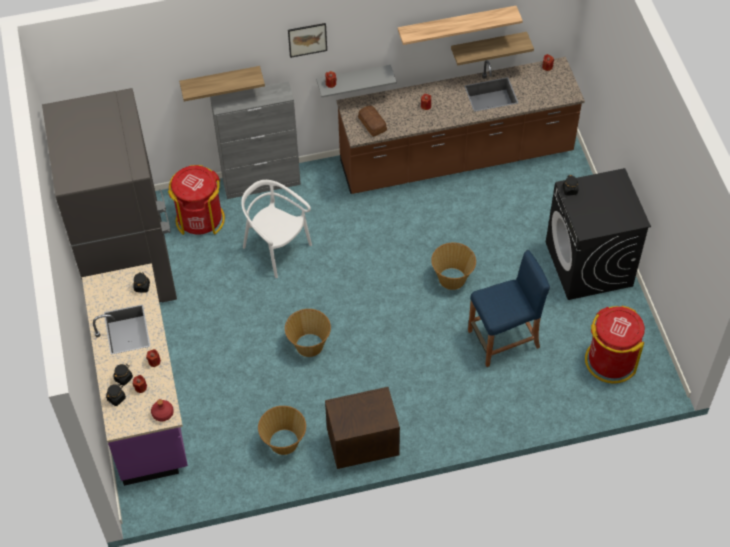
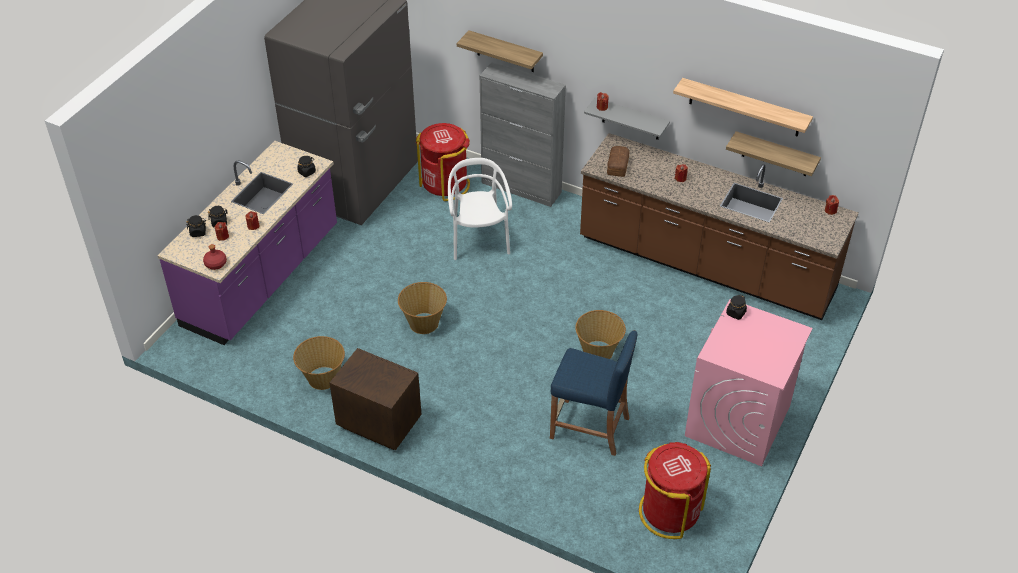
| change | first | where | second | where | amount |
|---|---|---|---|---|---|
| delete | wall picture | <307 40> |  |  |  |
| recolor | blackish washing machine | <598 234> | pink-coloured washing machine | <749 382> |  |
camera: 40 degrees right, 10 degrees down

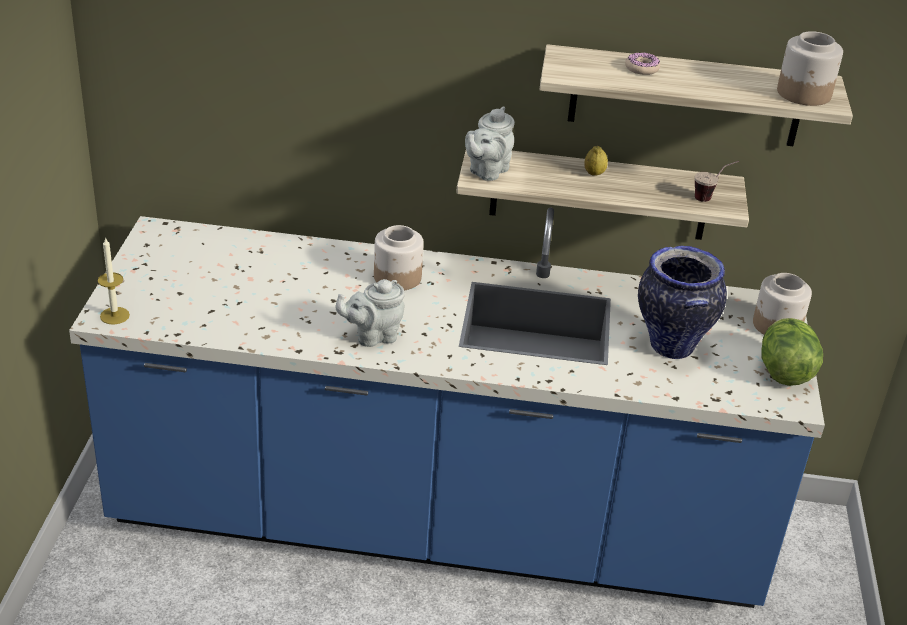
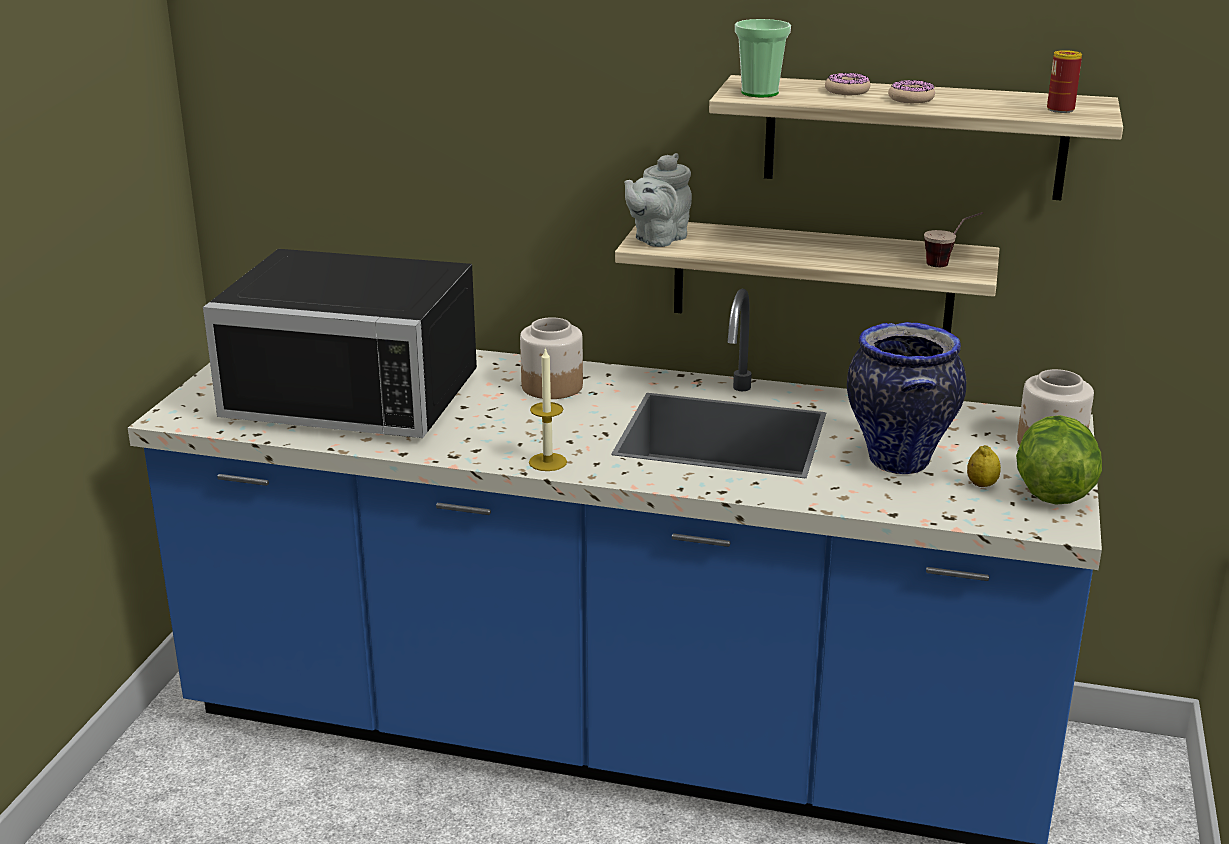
| change | first | where | second | where | amount |
|---|---|---|---|---|---|
| replace | storage jar | <810 68> | sealed can | <1064 81> |  |
| move | whole lemon | <596 161> |  | <984 466> |  |
| move | wax light | <114 280> |  | <548 409> |  |
| delete | greyish teapot | <370 313> |  |  |  |
| insert |  |  | drinking cup | <763 58> |  |
| insert |  |  | ring doughnut | <911 91> |  |
| insert |  |  | blackish microwave oven | <340 343> |  |
camera: 10 degrees right, 10 degrees down

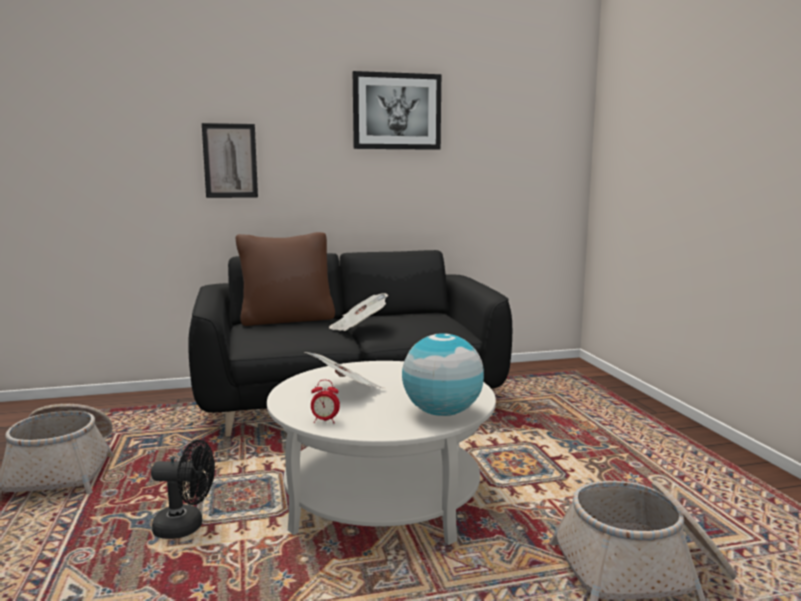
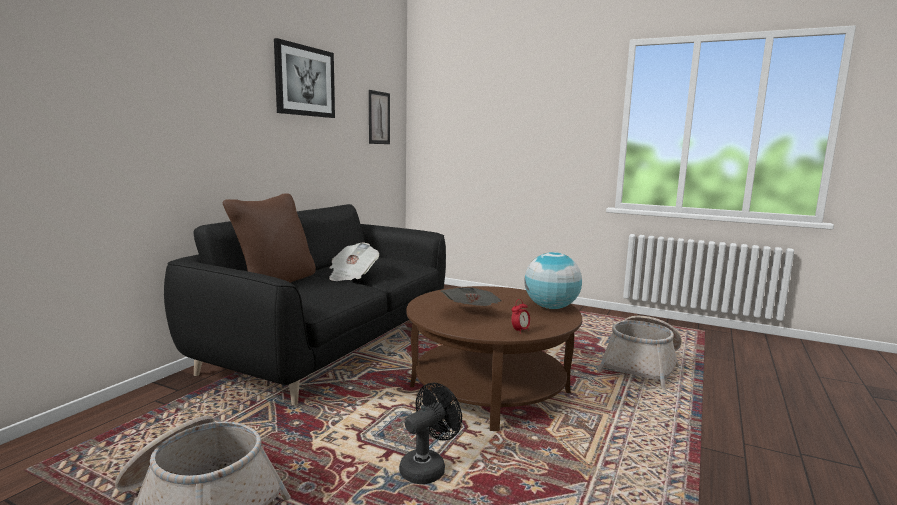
| change | first | where | second | where | amount |
|---|---|---|---|---|---|
| move | wall picture | <230 160> |  | <379 117> |  |
| recolor | whitish coffee table | <381 453> | brown coffee table | <494 358> |  |
camera: 50 degrees left, 0 degrees up

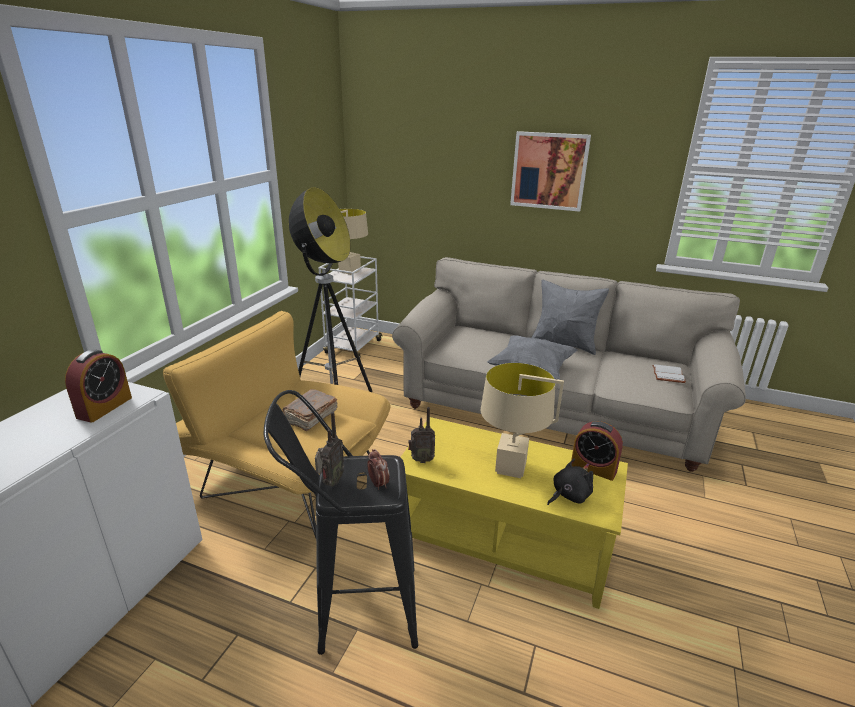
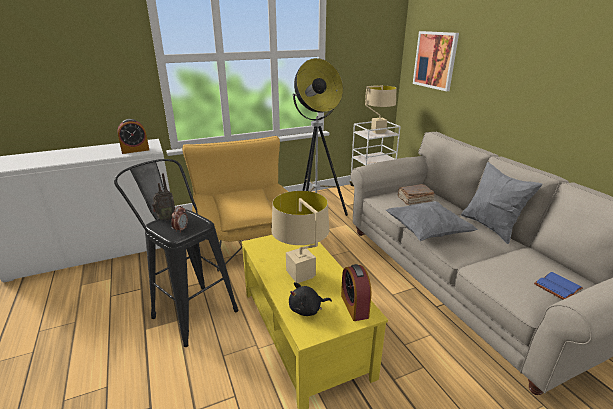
| change | first | where | second | where | amount |
|---|---|---|---|---|---|
| move | wall picture | <550 171> |  | <436 61> |  |
| recolor | whitish book | <669 373> | bluish book | <558 285> |  |
| move | brown book | <310 410> |  | <416 194> |  |
| delete | radio set | <421 435> |  |  |  |
| rotate | blackish cuddly toy | <570 481> |  | <310 299> | 150 degrees clockwise |
camera: 45 degrees right, 0 degrees up

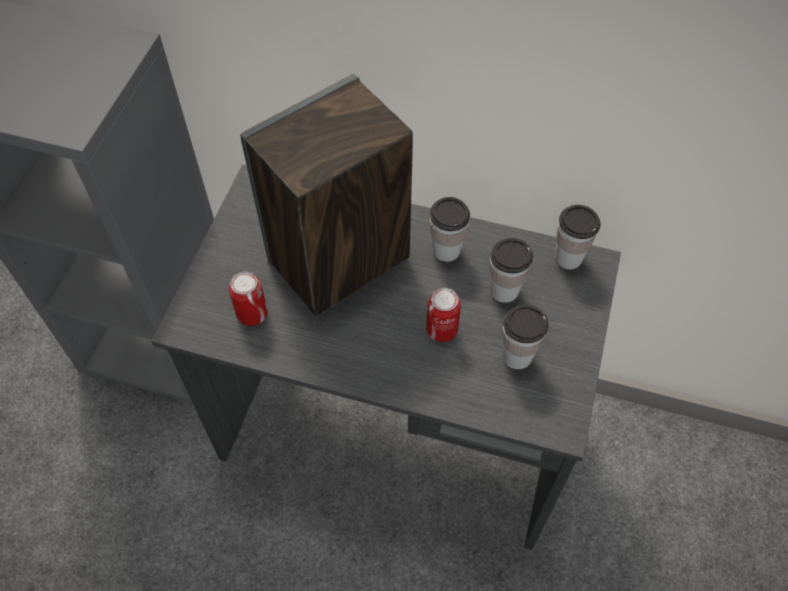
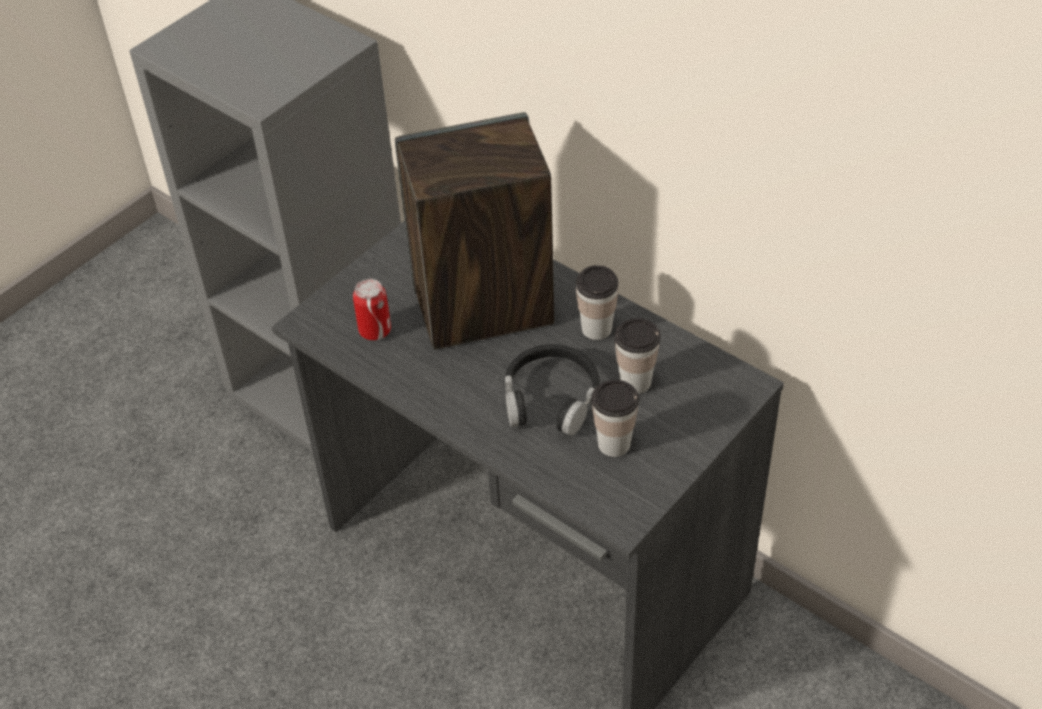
| change | first | where | second | where | amount |
|---|---|---|---|---|---|
| delete | drinking cup | <578 237> |  |  |  |
| replace | sealed can | <443 315> | blackish headset | <552 390> |  |
camera: 25 degrees right, 10 degrees down

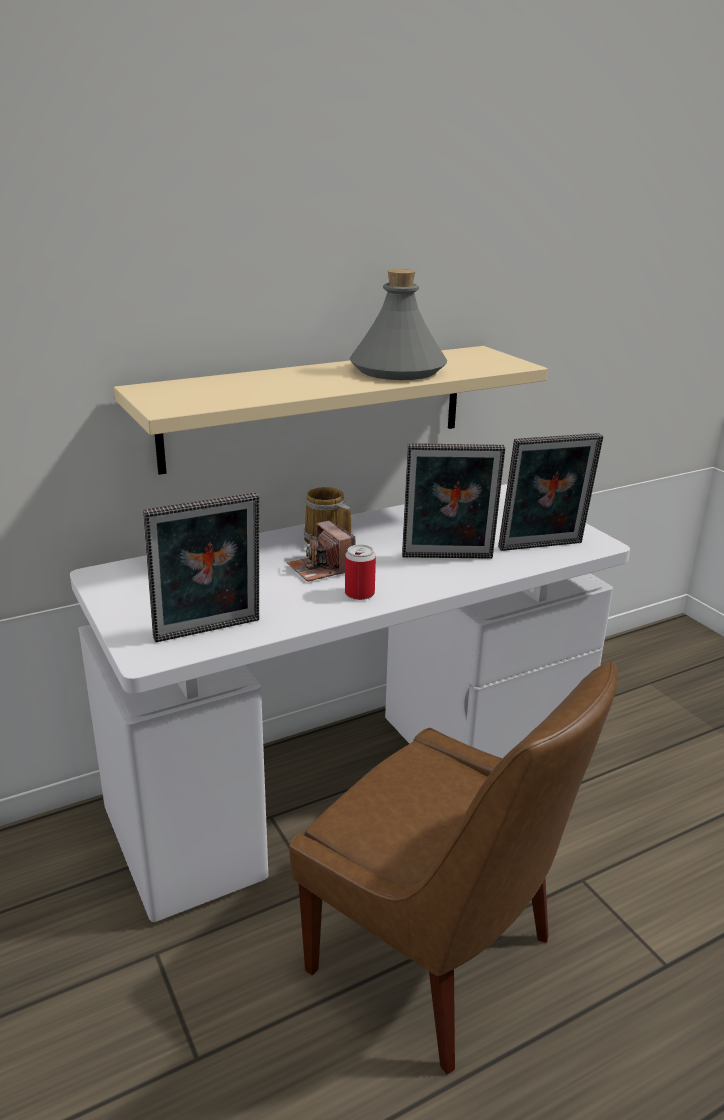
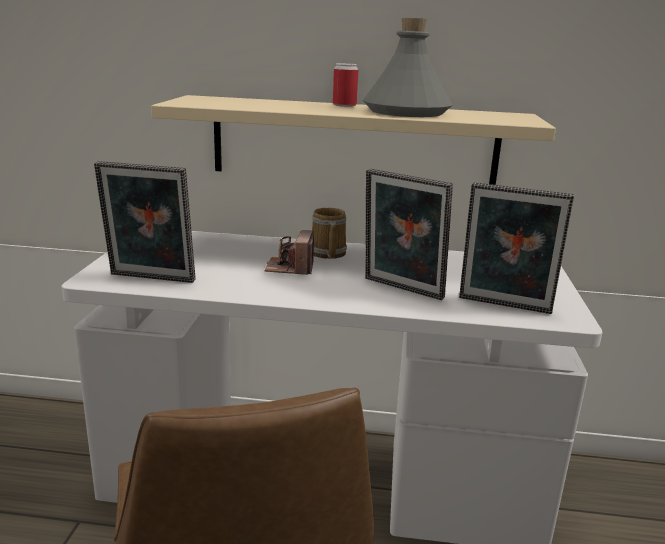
| change | first | where | second | where | amount |
|---|---|---|---|---|---|
| move | sealed can | <360 572> |  | <345 85> |  |
camera: 35 degrees right, 5 degrees down

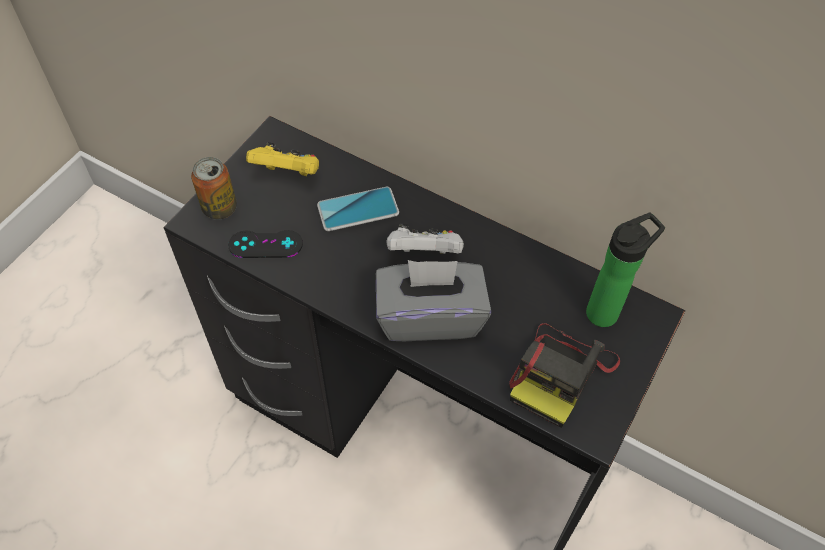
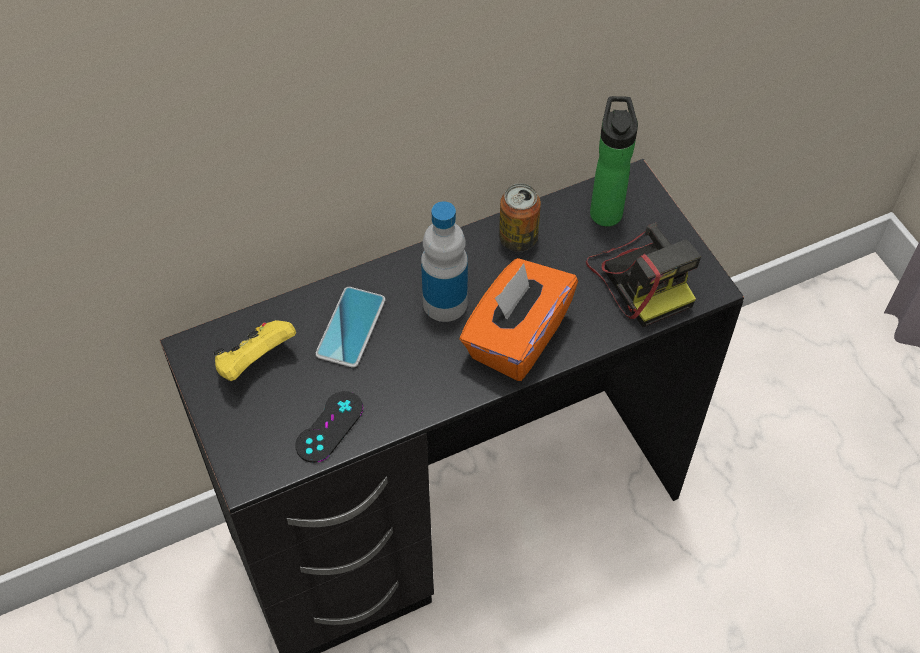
| change | first | where | second | where | amount |
|---|---|---|---|---|---|
| move | sealed can | <214 188> |  | <520 217> |  |
| replace | whitish game controller | <425 239> | bottle | <444 261> |  |
| recolor | greyish box of tissues | <433 300> | orange-coloured box of tissues | <519 319> |  |
camera: 55 degrees left, 0 degrees up

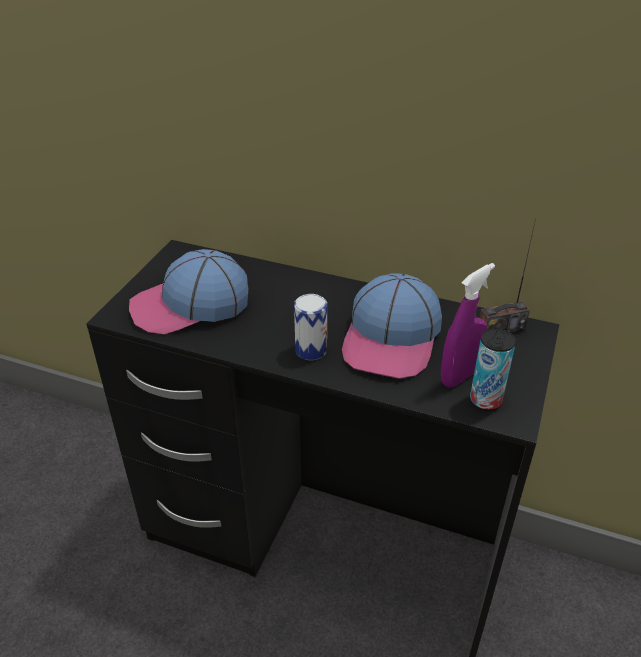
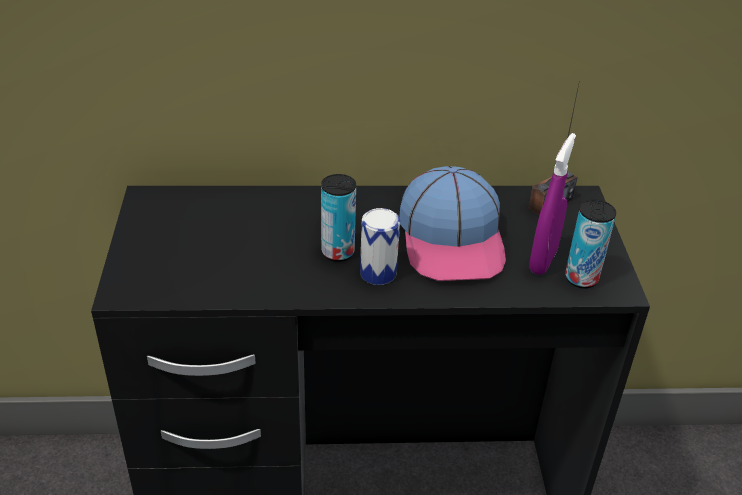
| change | first | where | second | where | amount |
|---|---|---|---|---|---|
| delete | cap | <188 291> |  |  |  |
| insert |  |  | sealed can | <338 218> |  |
camera: 25 degrees left, 0 degrees up

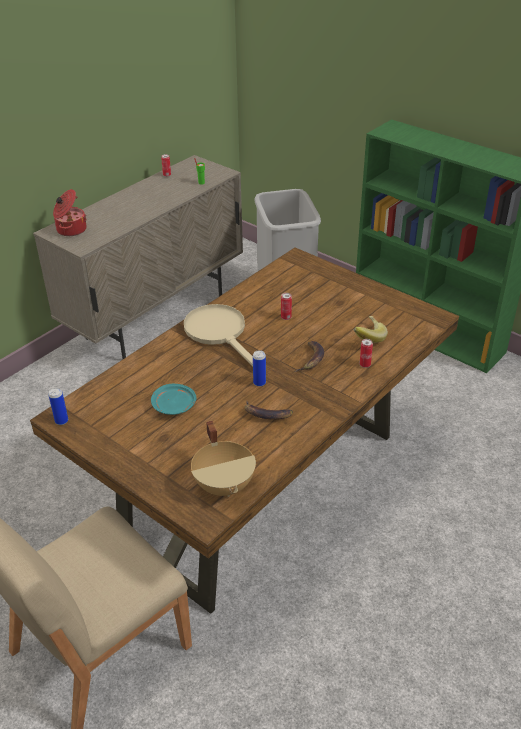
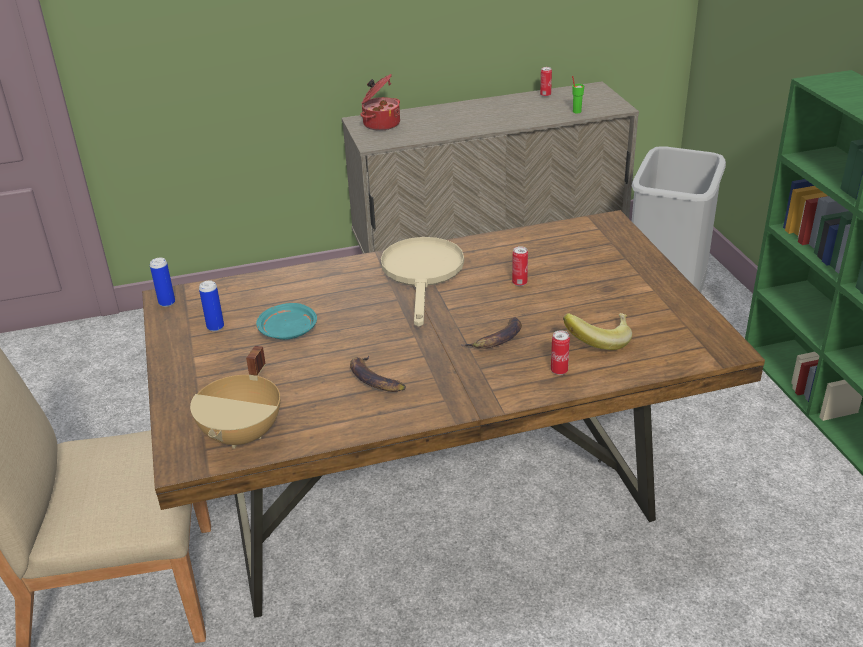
| change | first | where | second | where | amount |
|---|---|---|---|---|---|
| move | sealed can | <259 368> |  | <211 306> |  |
camera: 35 degrees right, 5 degrees down

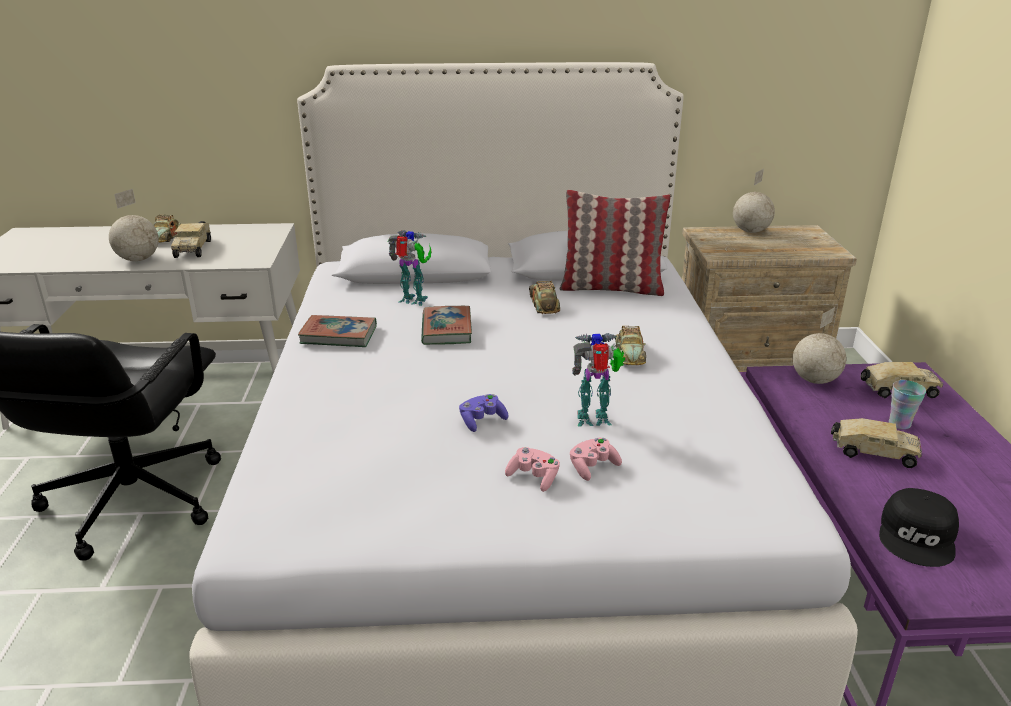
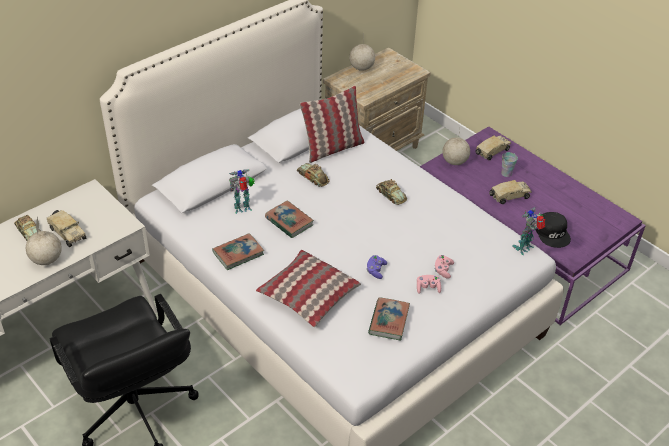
| change | first | where | second | where | amount |
|---|---|---|---|---|---|
| move | toy robot | <598 380> |  | <528 231> |  |
| insert |  |  | throw pillow | <308 288> |  |
| insert |  |  | book | <389 318> |  |
camera: 40 degrees left, 15 degrees up

